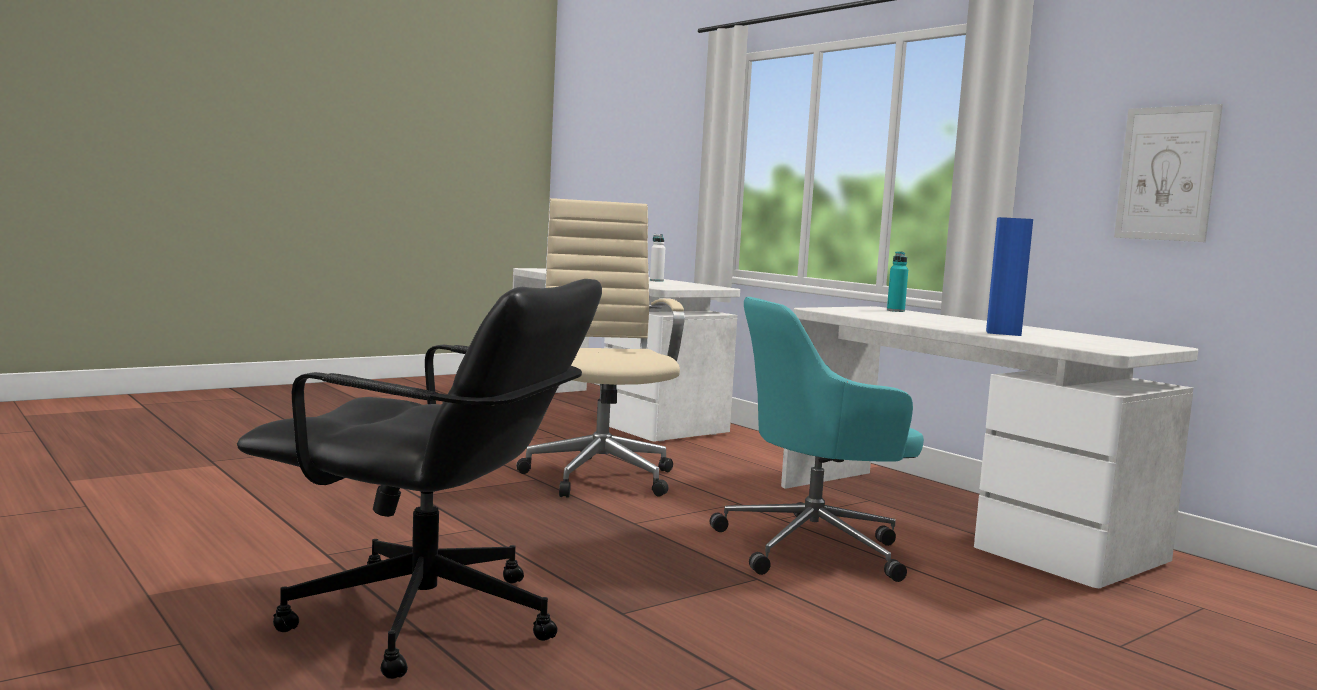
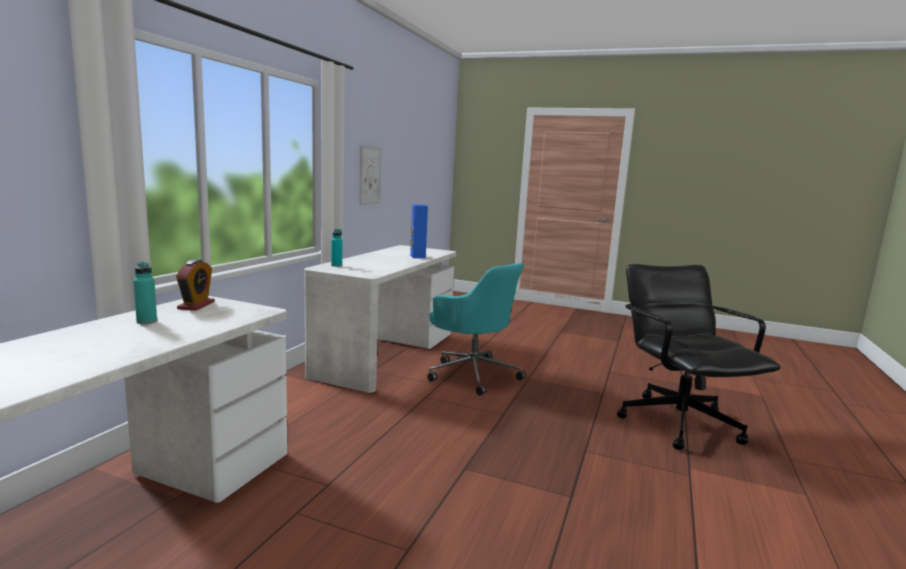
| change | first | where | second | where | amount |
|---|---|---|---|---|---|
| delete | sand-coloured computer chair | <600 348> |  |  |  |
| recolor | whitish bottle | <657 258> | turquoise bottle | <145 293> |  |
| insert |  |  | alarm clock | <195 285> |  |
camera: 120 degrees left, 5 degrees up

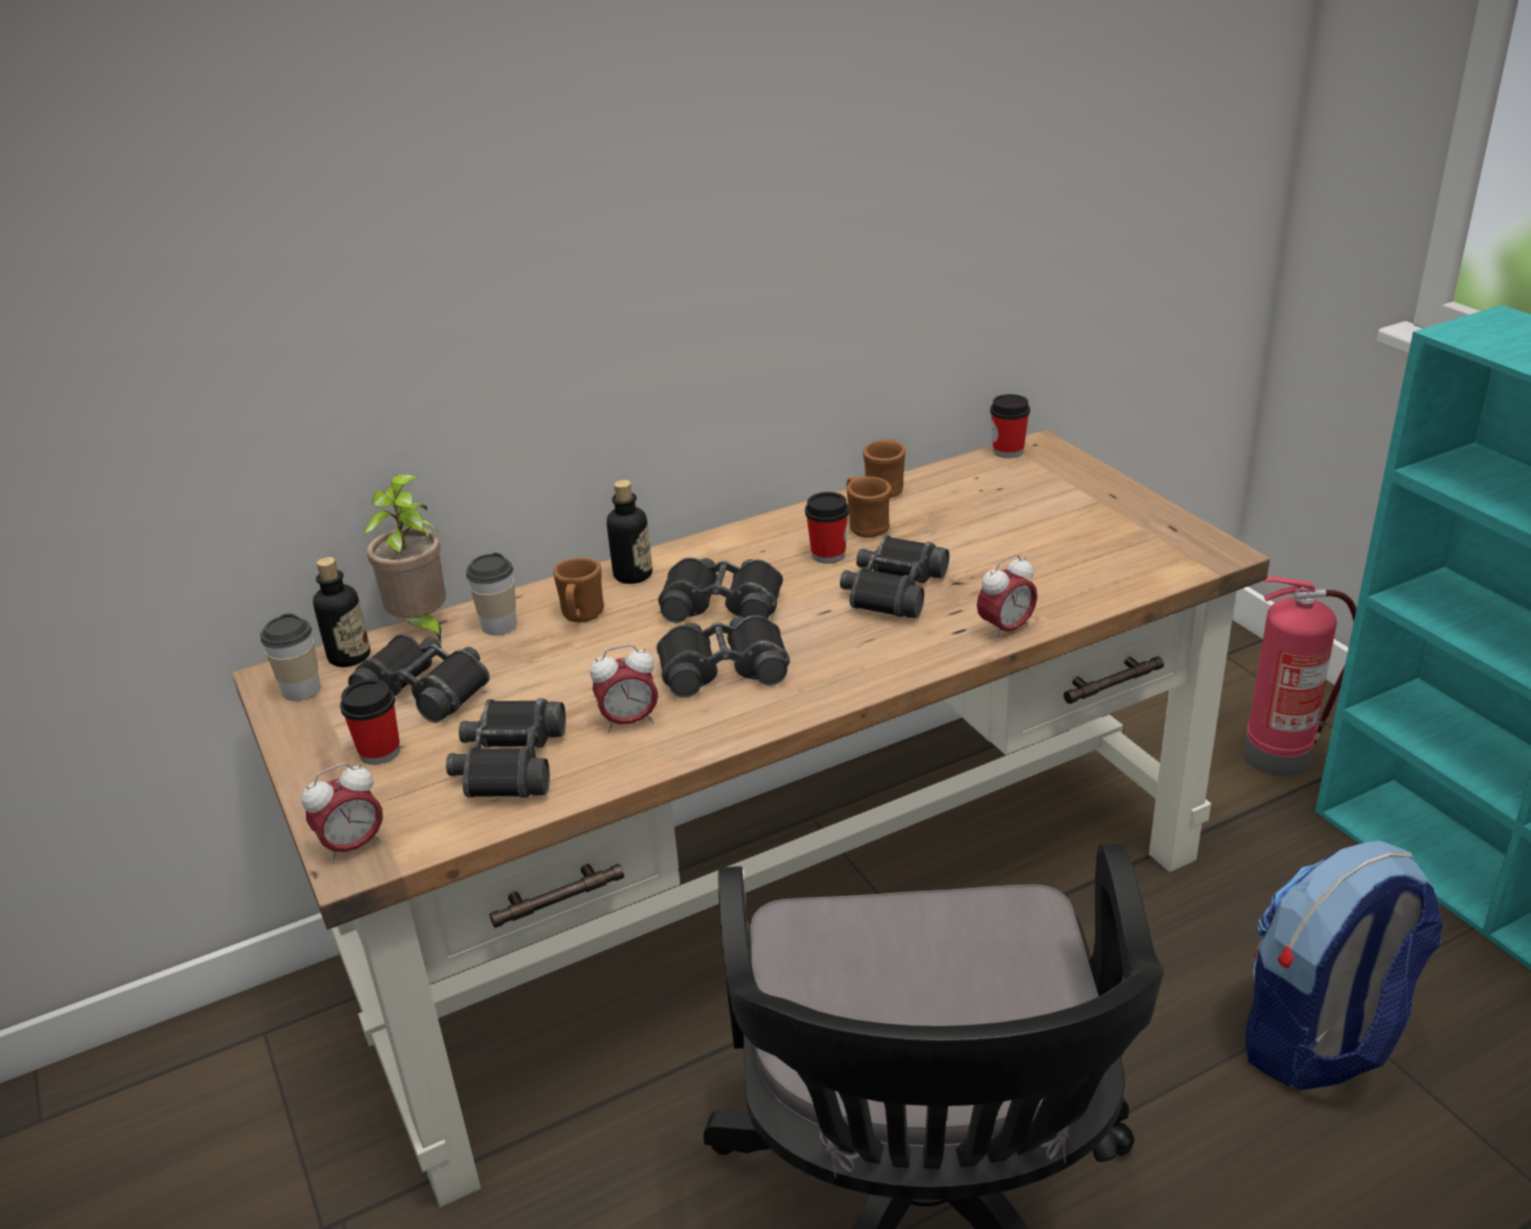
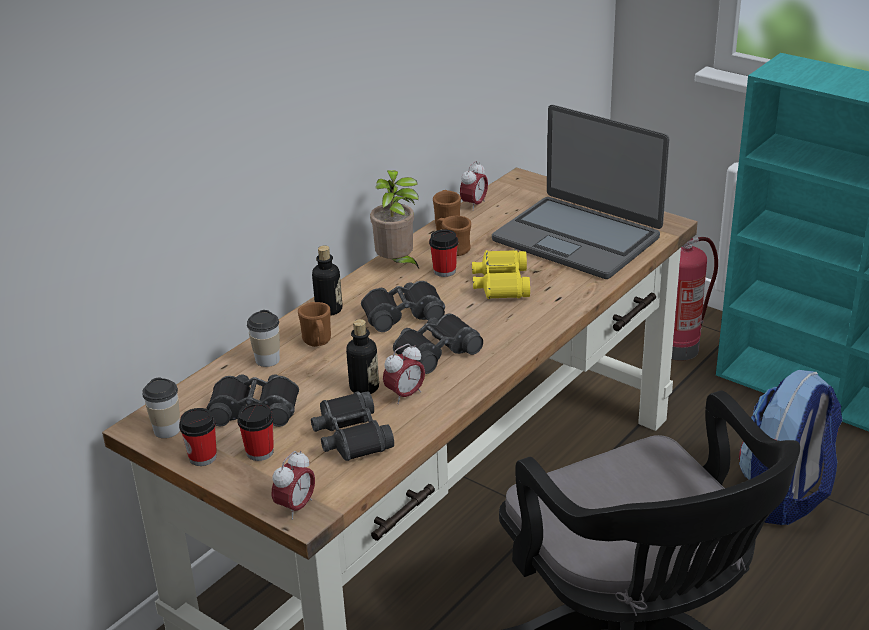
| change | first | where | second | where | amount |
|---|---|---|---|---|---|
| move | drinking cup | <1010 426> |  | <198 437> |  |
| move | potted plant | <404 559> |  | <394 219> |  |
| recolor | blackish binoculars | <894 576> | yellowish binoculars | <501 274> |  |
| move | alarm clock | <1007 598> |  | <474 186> |  |
| move | bottle | <341 612> |  | <362 356> |  |
| insert |  |  | laptop | <580 192> |  |
camera: 25 degrees left, 0 degrees up

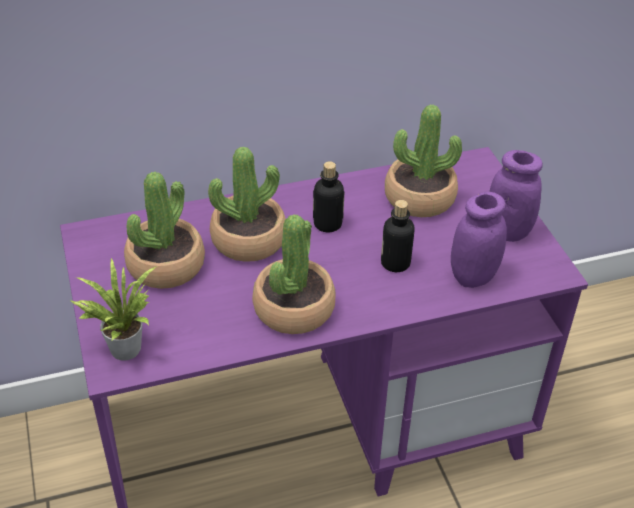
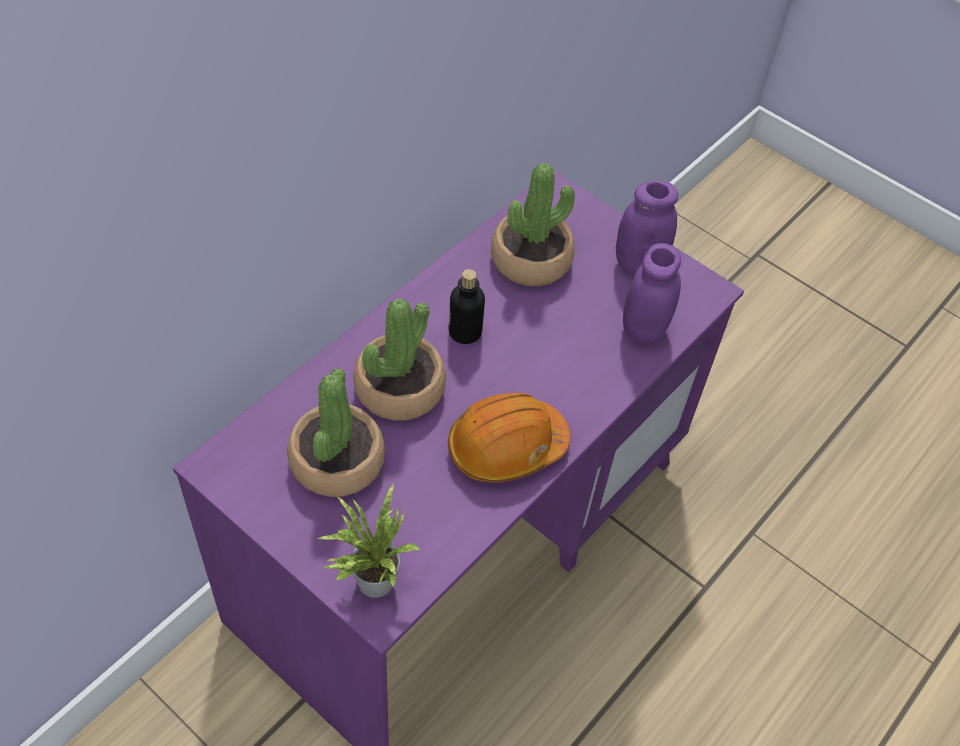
| change | first | where | second | where | amount |
|---|---|---|---|---|---|
| delete | bottle | <398 236> |  |  |  |
| replace | potted plant | <294 274> | orange-coloured safety helmet | <509 438> |  |
camera: 35 degrees left, 10 degrees up

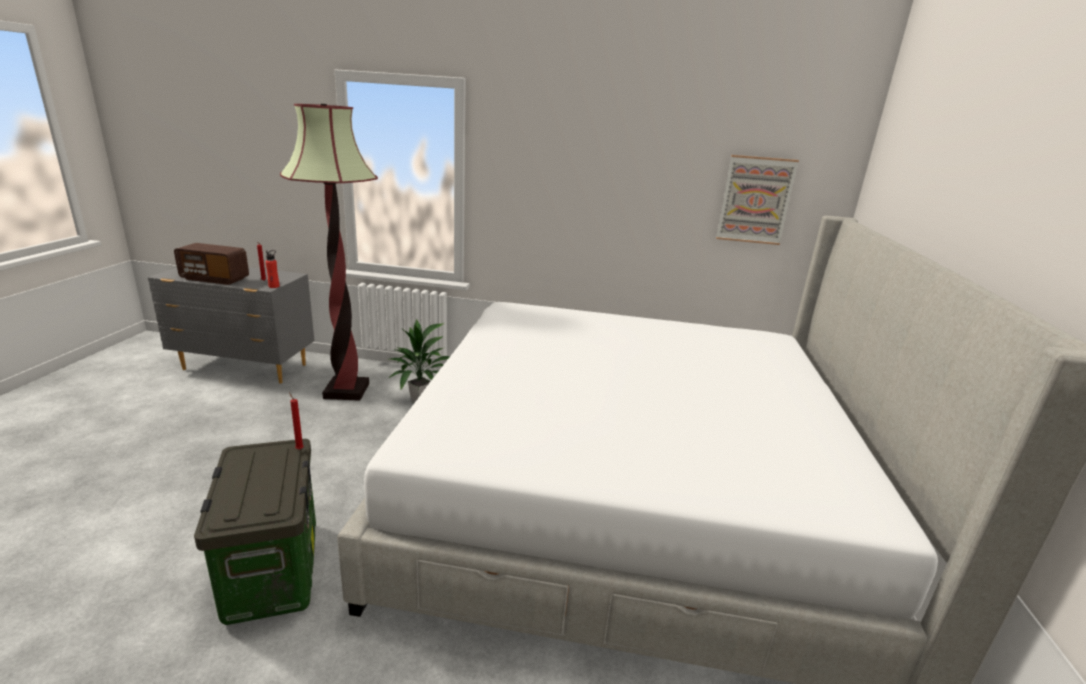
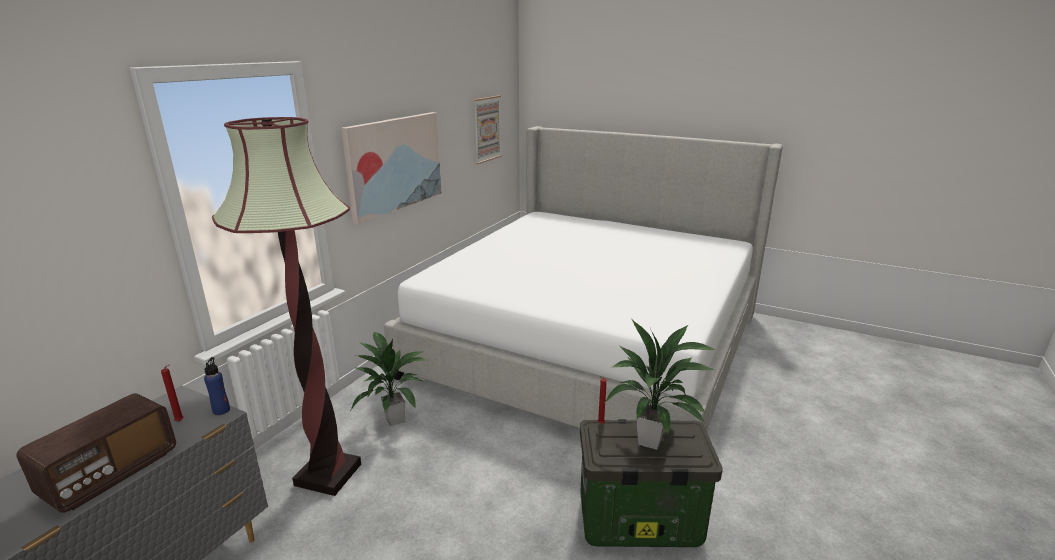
| change | first | where | second | where | amount |
|---|---|---|---|---|---|
| recolor | reddish bottle | <272 269> | bluish bottle | <217 386> |  |
| insert |  |  | wall picture | <391 168> |  |
| insert |  |  | potted plant | <660 384> |  |
camera: 70 degrees left, 0 degrees up

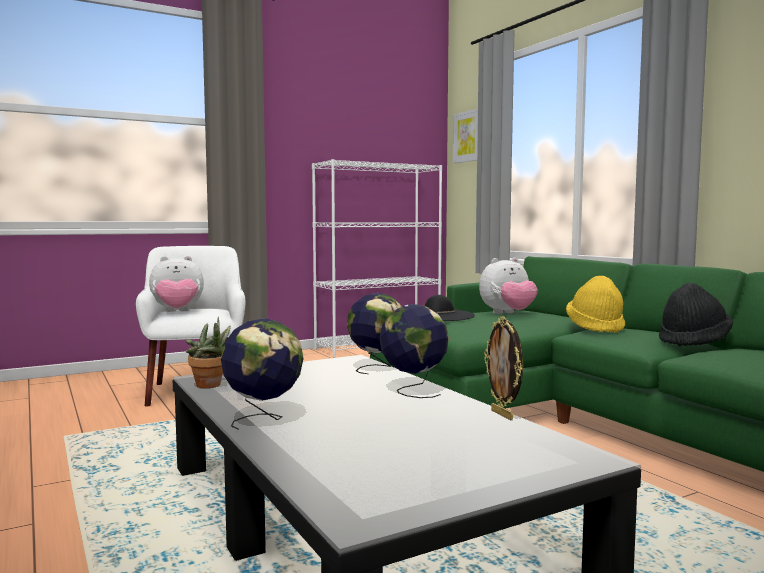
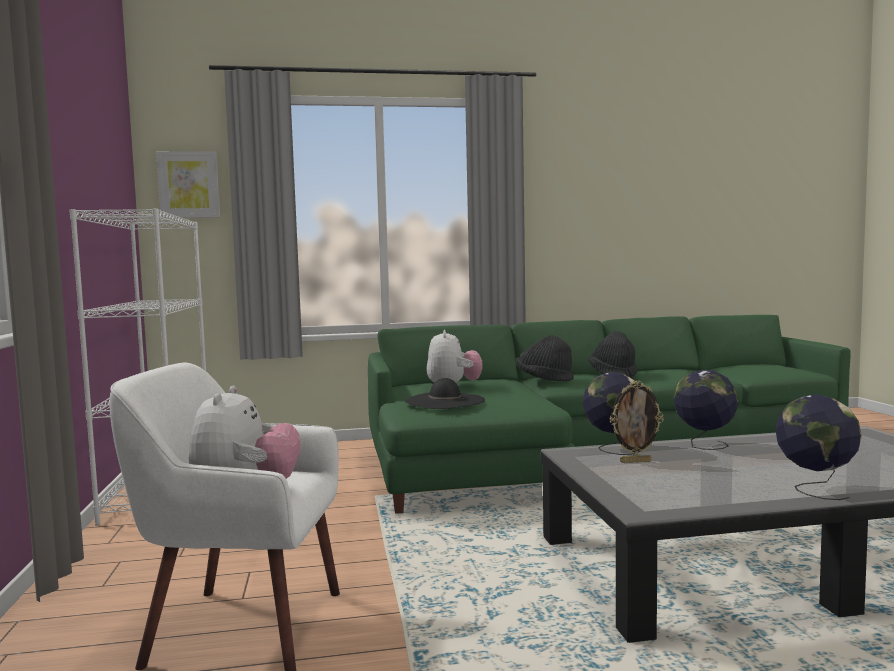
| change | first | where | second | where | amount |
|---|---|---|---|---|---|
| recolor | yellowish wearable hat | <595 304> | blackish wearable hat | <545 358> |  |
| move | photo frame | <503 368> |  | <637 422> |  |
| delete | potted plant | <208 352> |  |  |  |
camera: 70 degrees left, 0 degrees up

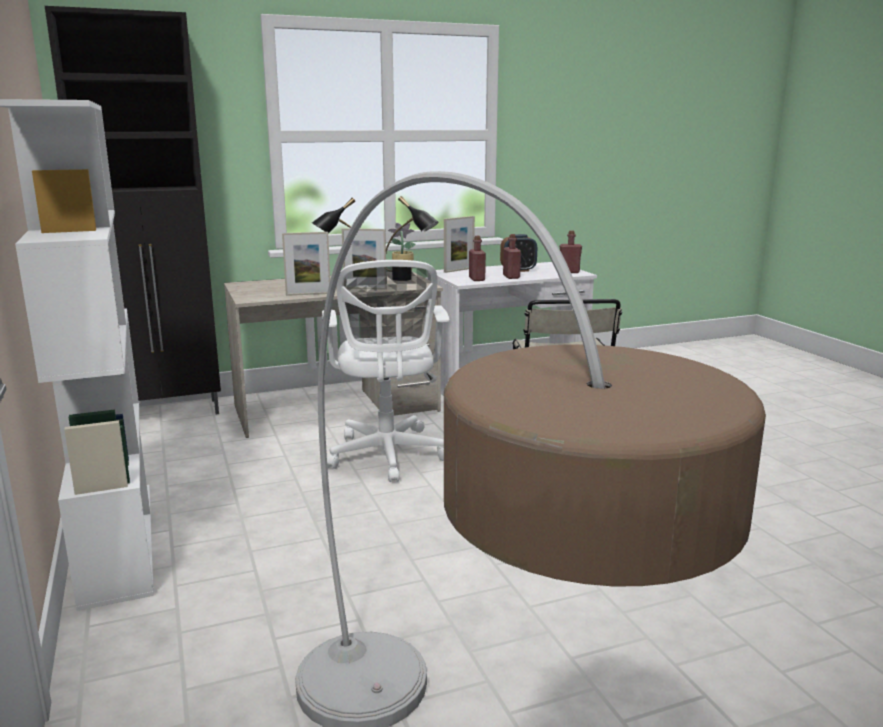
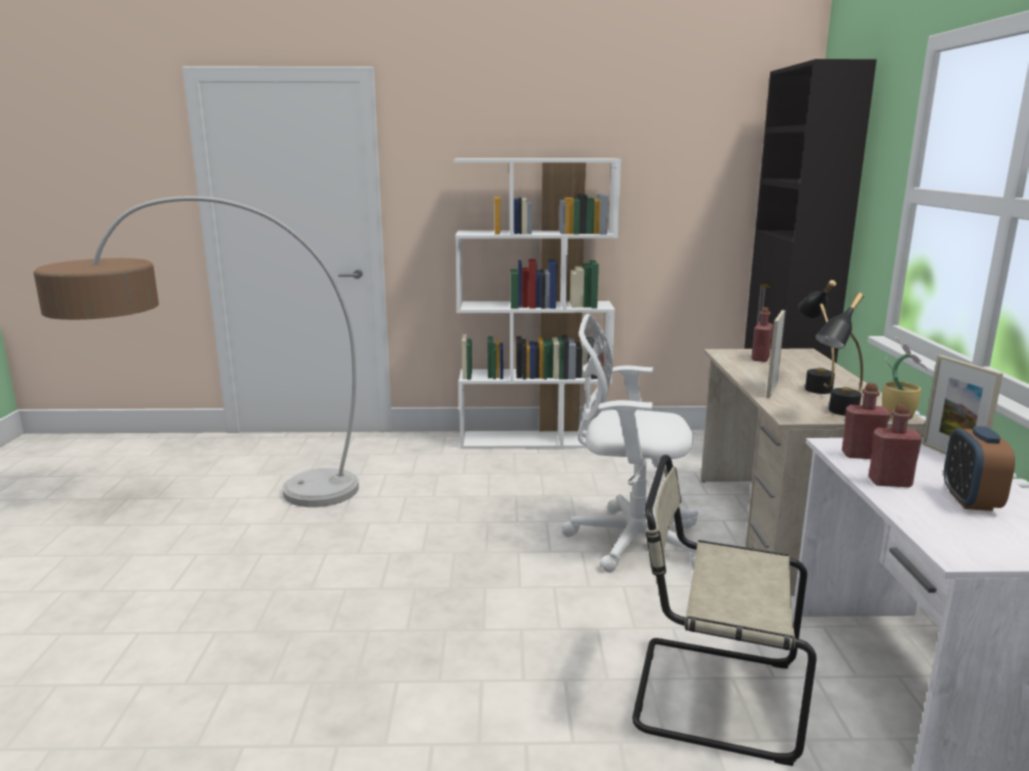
| change | first | where | second | where | amount |
|---|---|---|---|---|---|
| move | reddish bottle | <571 251> |  | <762 334> |  |
| delete | photo frame | <306 264> |  |  |  |
camera: 110 degrees right, 0 degrees up

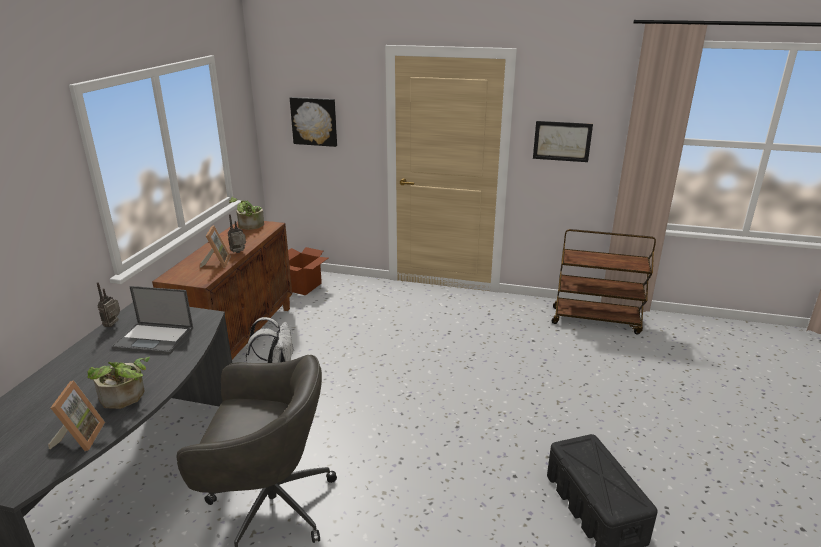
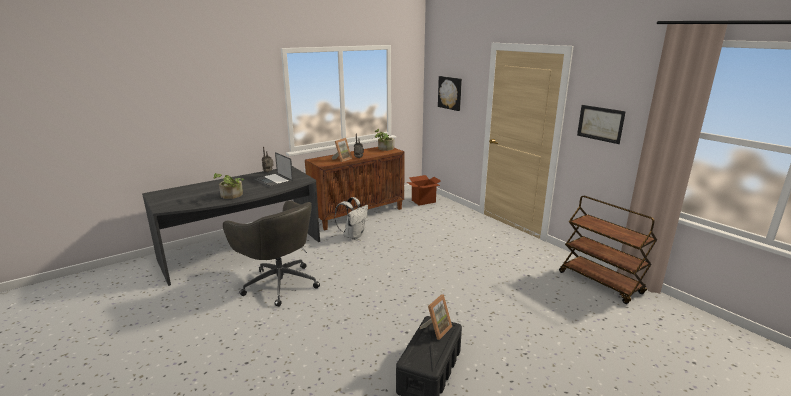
| change | first | where | second | where | amount |
|---|---|---|---|---|---|
| move | photo frame | <76 415> |  | <436 317> |  |
camera: 40 degrees right, 5 degrees down

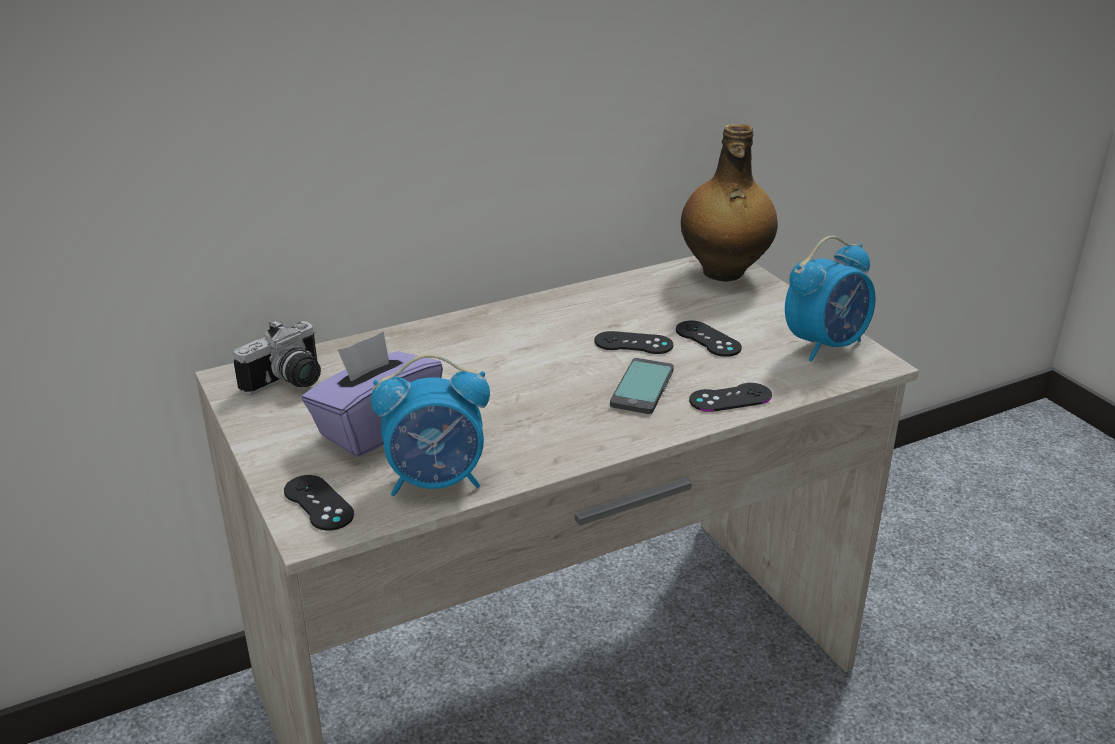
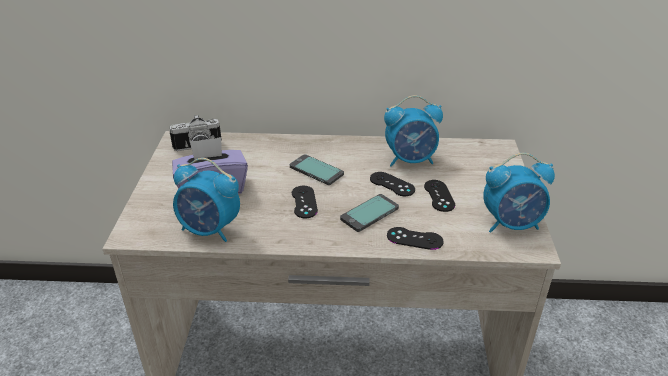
| change | first | where | second | where | amount |
|---|---|---|---|---|---|
| delete | bottle | <729 203> |  |  |  |
| move | blackish game controller | <319 503> |  | <305 202> |  |
| insert |  |  | alarm clock | <413 131> |  |
| insert |  |  | telephone | <317 169> |  |
camera: 30 degrees right, 5 degrees up

